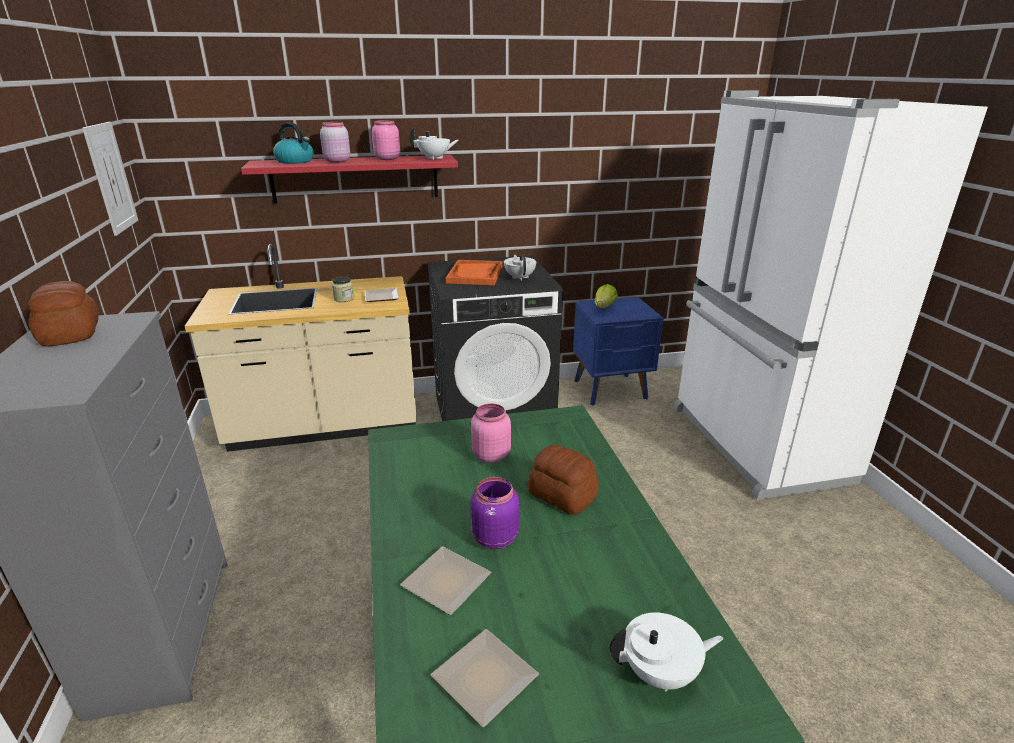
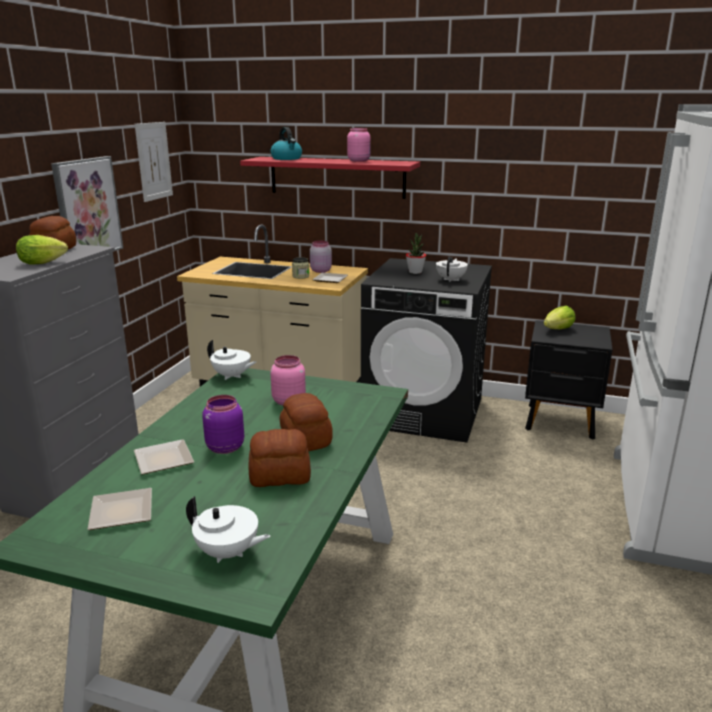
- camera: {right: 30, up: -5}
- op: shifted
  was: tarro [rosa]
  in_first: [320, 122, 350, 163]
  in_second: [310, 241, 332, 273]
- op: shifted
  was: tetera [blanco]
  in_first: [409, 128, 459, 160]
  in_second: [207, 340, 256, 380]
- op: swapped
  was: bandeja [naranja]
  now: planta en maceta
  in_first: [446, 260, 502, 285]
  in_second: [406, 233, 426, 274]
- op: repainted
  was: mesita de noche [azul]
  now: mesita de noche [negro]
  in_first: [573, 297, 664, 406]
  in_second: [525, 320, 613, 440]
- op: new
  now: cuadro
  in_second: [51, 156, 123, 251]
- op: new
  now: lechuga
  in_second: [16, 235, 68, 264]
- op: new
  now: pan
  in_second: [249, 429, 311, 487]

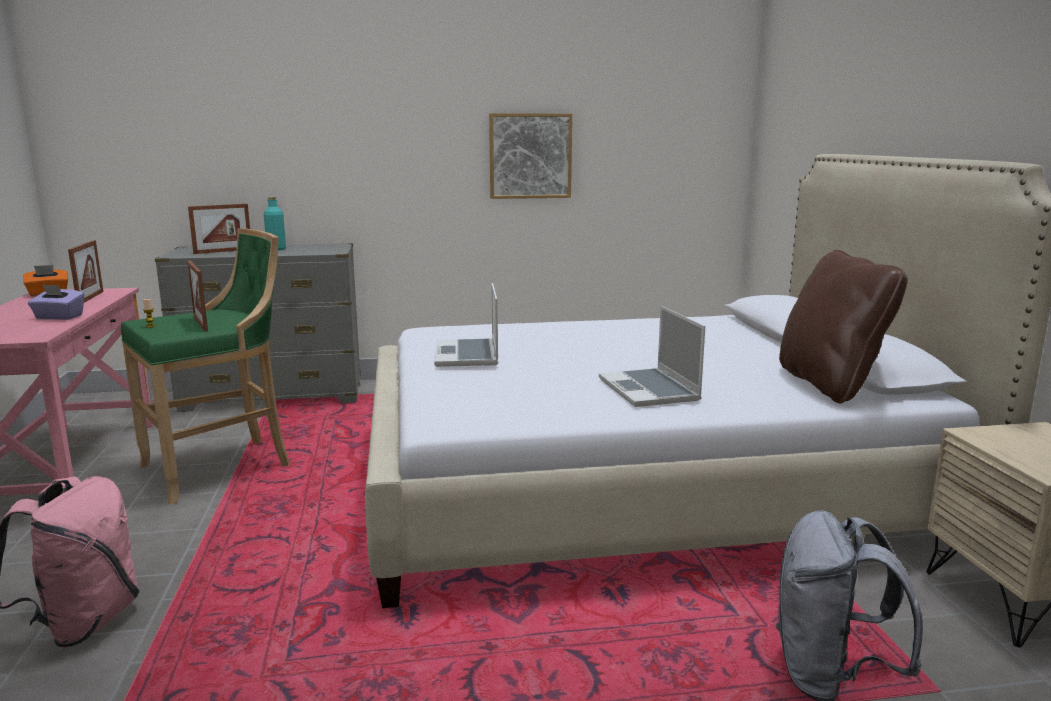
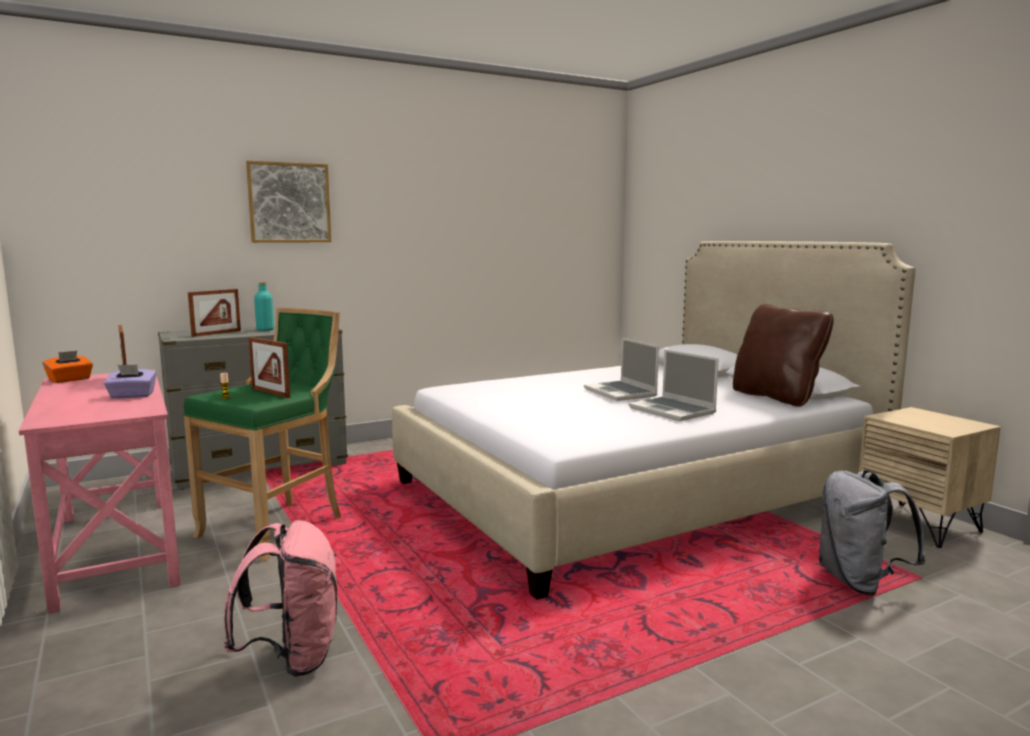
- camera: {right: -20, up: -5}
- op: shifted
  was: cuadro
  in_first: [489, 113, 572, 199]
  in_second: [246, 160, 331, 243]
- op: shifted
  was: portátil
  in_first: [434, 283, 498, 367]
  in_second: [584, 338, 659, 401]

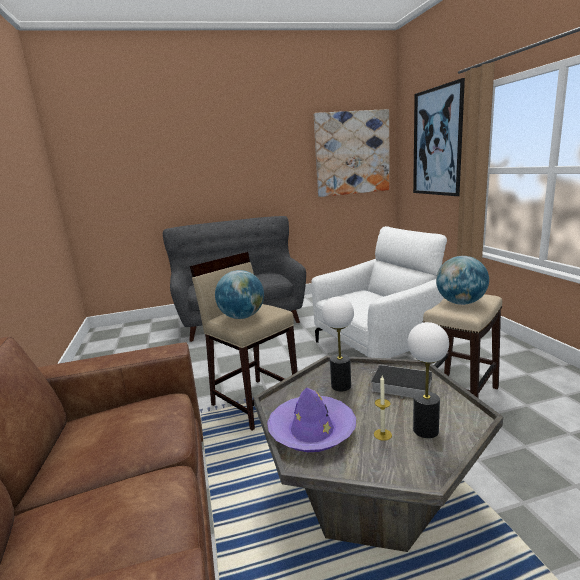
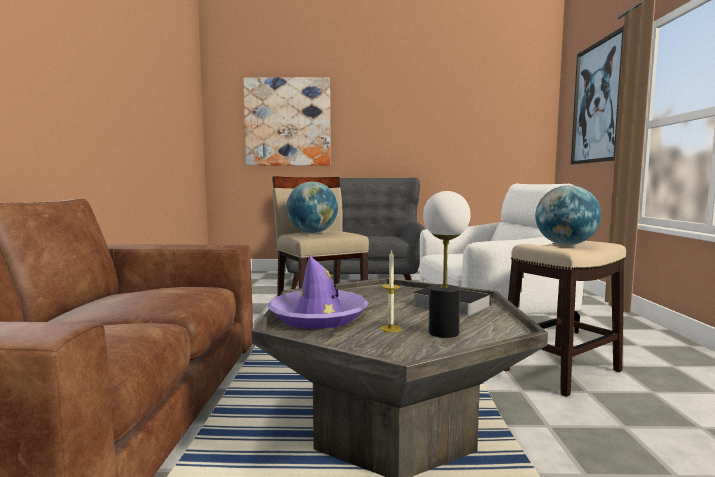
- camera: {right: 15, up: -10}
- op: shifted
  was: cuadro
  in_first: [314, 109, 390, 197]
  in_second: [243, 77, 331, 166]
- op: gone
  was: lámpara de mesa
  in_first: [322, 297, 354, 391]

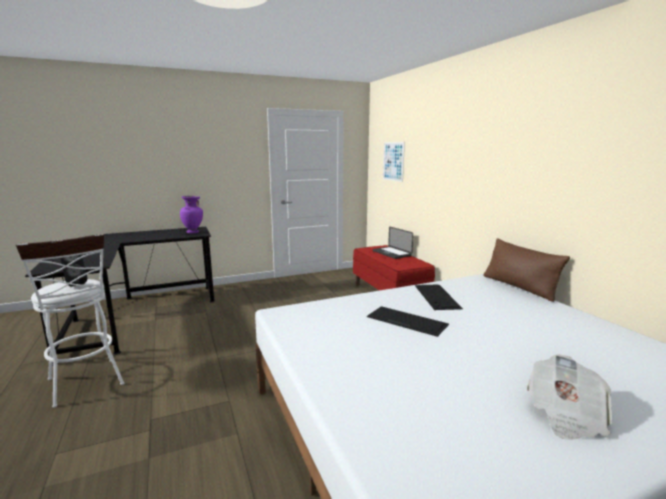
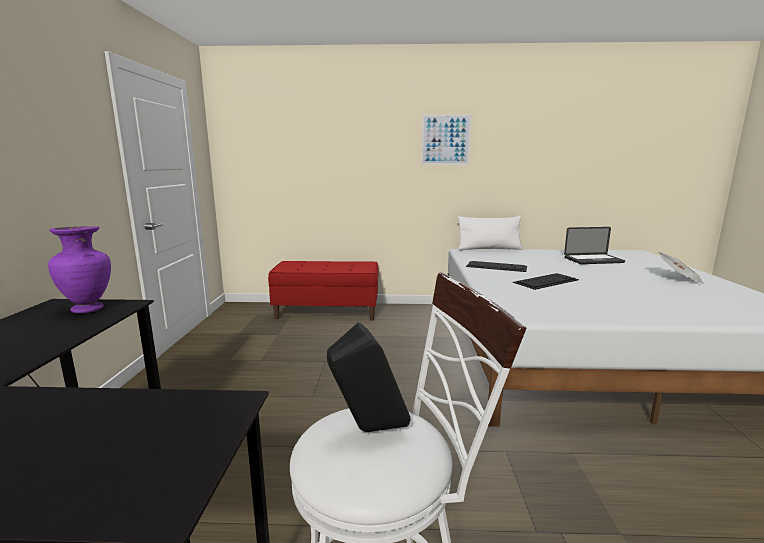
- camera: {right: -65, up: 0}
- op: shifted
  was: cuadro
  in_first: [383, 142, 405, 182]
  in_second: [421, 115, 471, 165]
- op: shifted
  was: portátil
  in_first: [373, 227, 413, 259]
  in_second: [564, 227, 625, 264]
- op: repainted
  was: cojín [marrón]
  now: cojín [blanco]
  in_first: [483, 238, 570, 302]
  in_second: [458, 216, 523, 250]

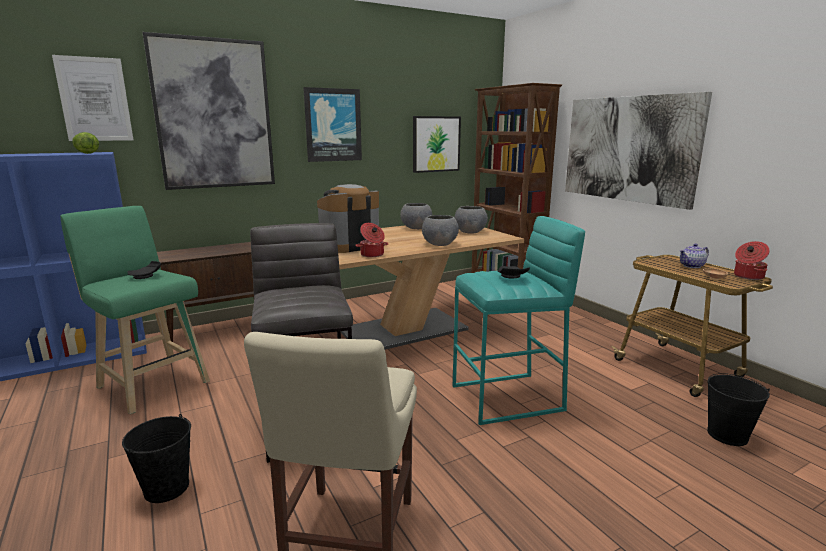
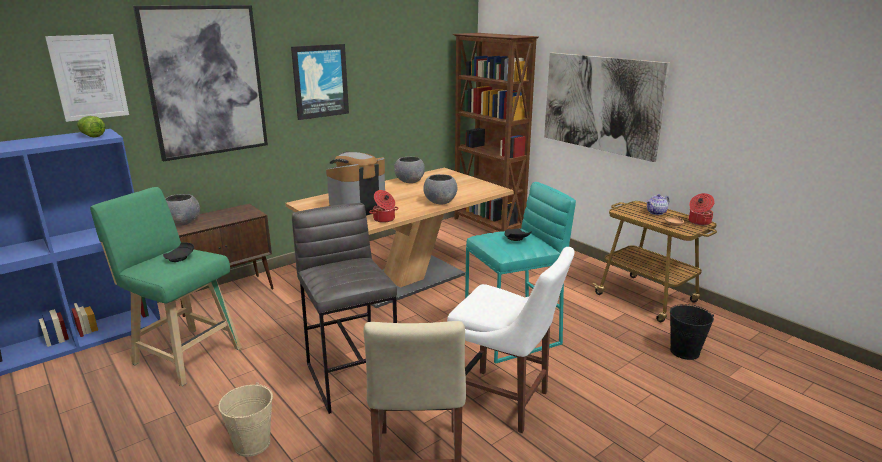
- camera: {right: -10, up: 5}
- op: gone
  was: cuadro
  in_first: [413, 116, 461, 173]
- op: shifted
  was: cuenco [gris]
  in_first: [454, 206, 488, 234]
  in_second: [165, 194, 200, 226]
- op: repainted
  was: cubo [negro]
  now: cubo [beis]
  in_first: [122, 414, 191, 503]
  in_second: [218, 382, 273, 457]
- op: new
  now: silla [blanco]
  in_second: [447, 247, 575, 433]

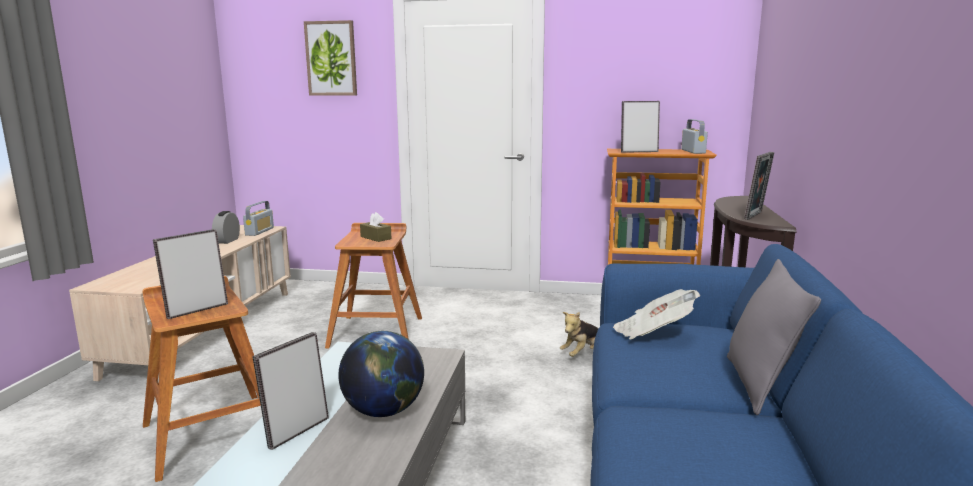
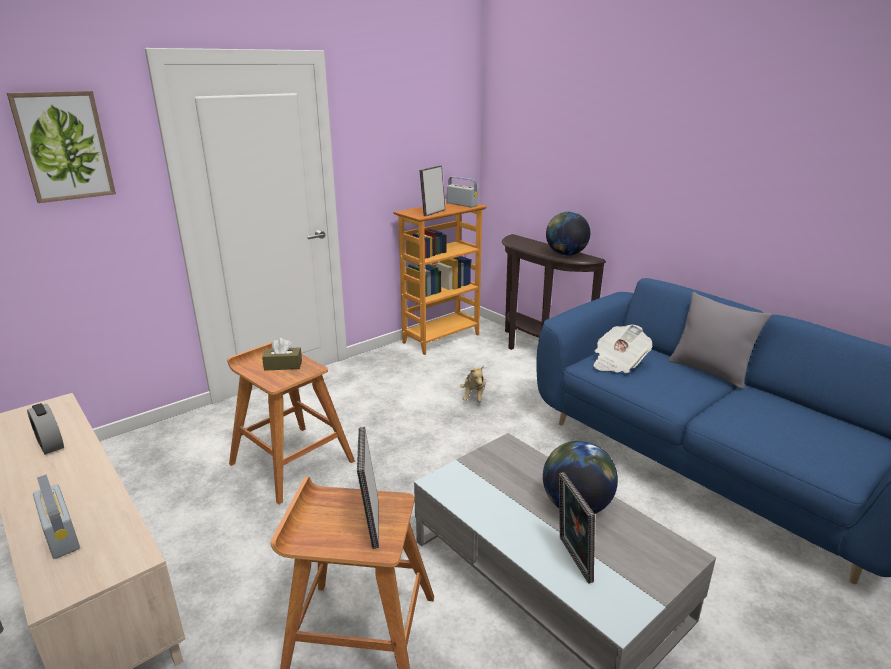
- camera: {right: -50, up: 10}
- op: swapped
  was: portarretratos
  now: globo terráqueo
  in_first: [744, 152, 774, 220]
  in_second: [546, 212, 590, 256]
- op: shifted
  was: radio
  in_first: [243, 201, 274, 236]
  in_second: [33, 474, 80, 559]

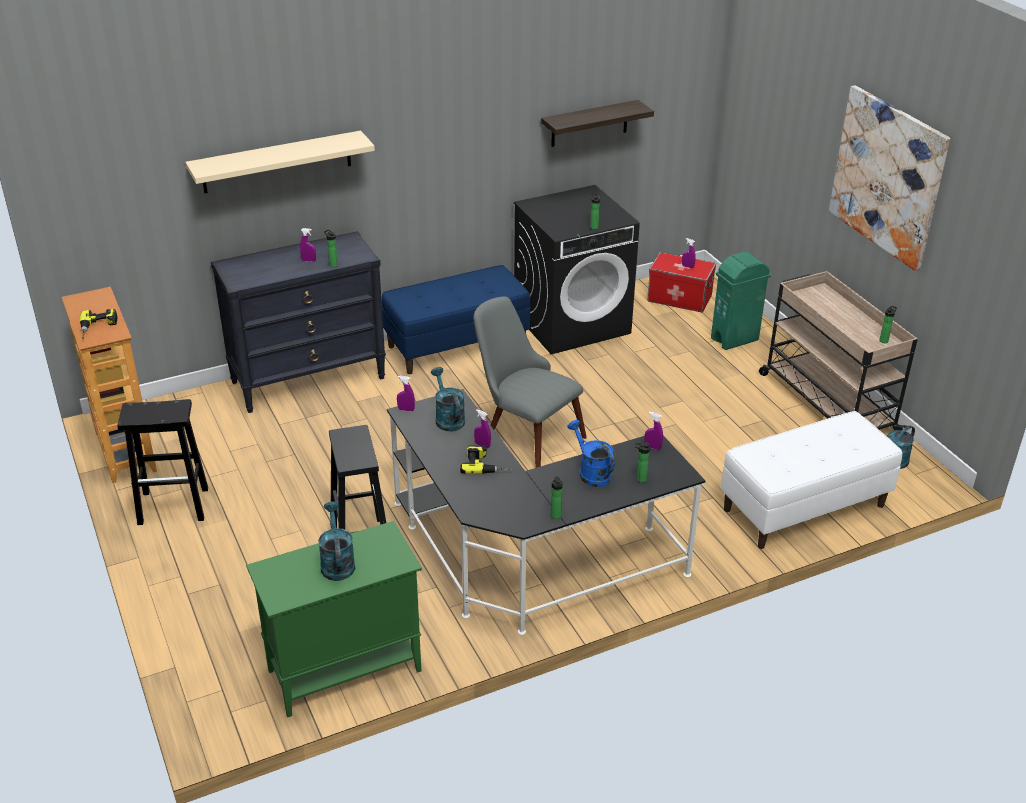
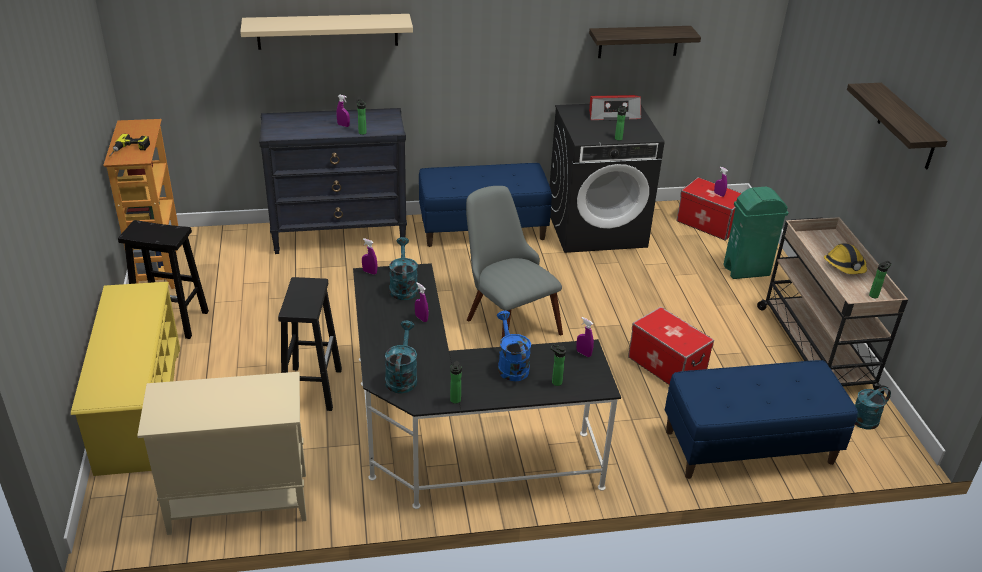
- camera: {right: 15, up: 0}
- op: swapped
  was: cuadro
  now: estante
  in_first: [829, 85, 950, 271]
  in_second: [847, 83, 947, 169]
- op: repainted
  was: banco [blanco]
  now: banco [azul]
  in_first: [721, 411, 902, 549]
  in_second: [665, 360, 858, 479]
- op: gone
  was: taladro
  in_first: [460, 445, 514, 474]
- op: shifted
  was: regadera [turquesa]
  in_first: [318, 502, 355, 581]
  in_second: [385, 321, 417, 393]
- op: repainted
  was: armario [verde]
  now: armario [beis]
  in_first: [246, 521, 422, 717]
  in_second: [137, 372, 307, 535]
- op: new
  now: radio
  in_second: [589, 95, 641, 121]
- op: new
  now: casco
  in_second: [824, 243, 867, 274]
- op: new
  now: zapatero [amarillo]
  in_second: [71, 282, 180, 476]
- op: new
  now: caja de almacenaje
  in_second: [628, 307, 714, 385]

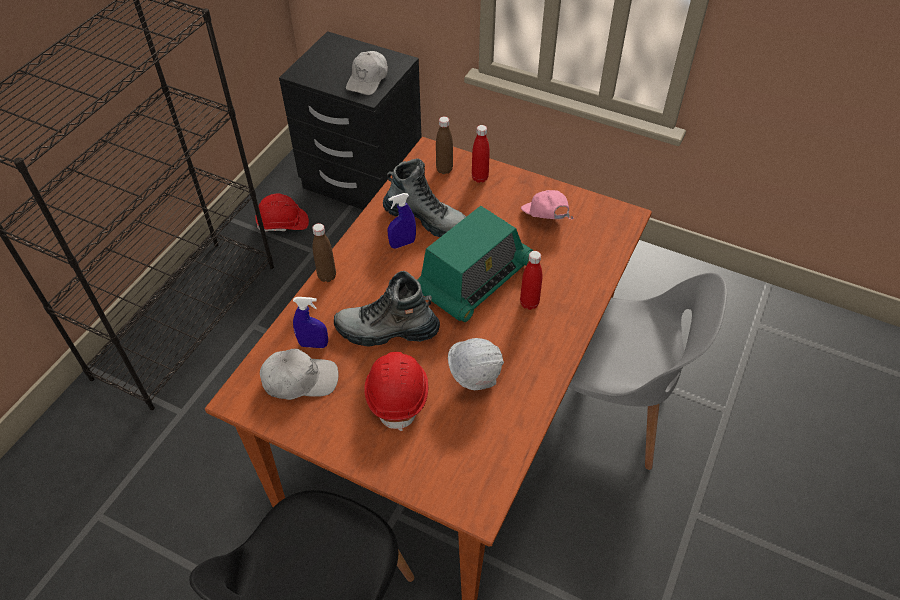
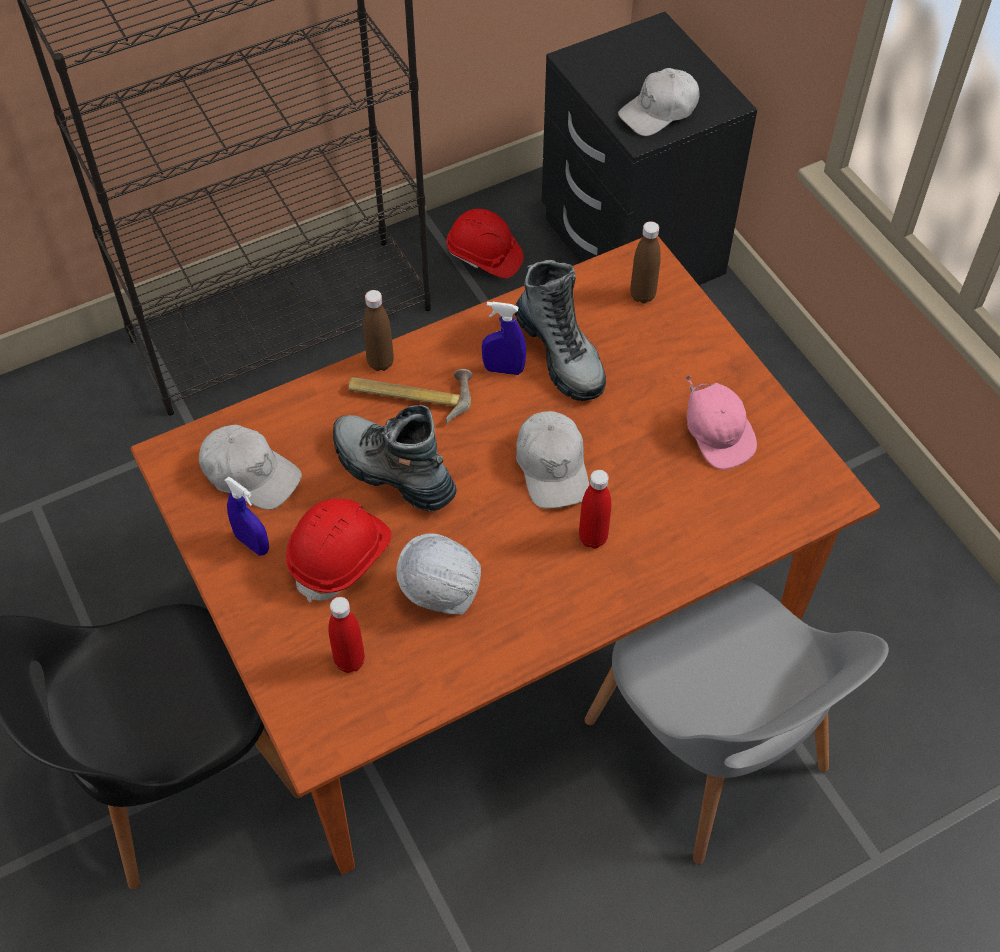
- camera: {right: 35, up: 5}
- op: shifted
  was: botella [rojo]
  in_first: [472, 125, 490, 183]
  in_second: [328, 597, 365, 673]
- op: rotated
  was: gorra [rosa]
  in_first: [521, 190, 574, 220]
  in_second: [685, 375, 757, 470]
  clockwise: 150
- op: swapped
  was: radio
  now: gorra [blanco]
  in_first: [417, 206, 533, 322]
  in_second: [516, 411, 589, 509]
- op: shifted
  was: pulverizador [azul]
  in_first: [293, 297, 328, 348]
  in_second: [225, 477, 269, 556]
- op: new
  now: martillo
  in_second: [349, 369, 472, 424]

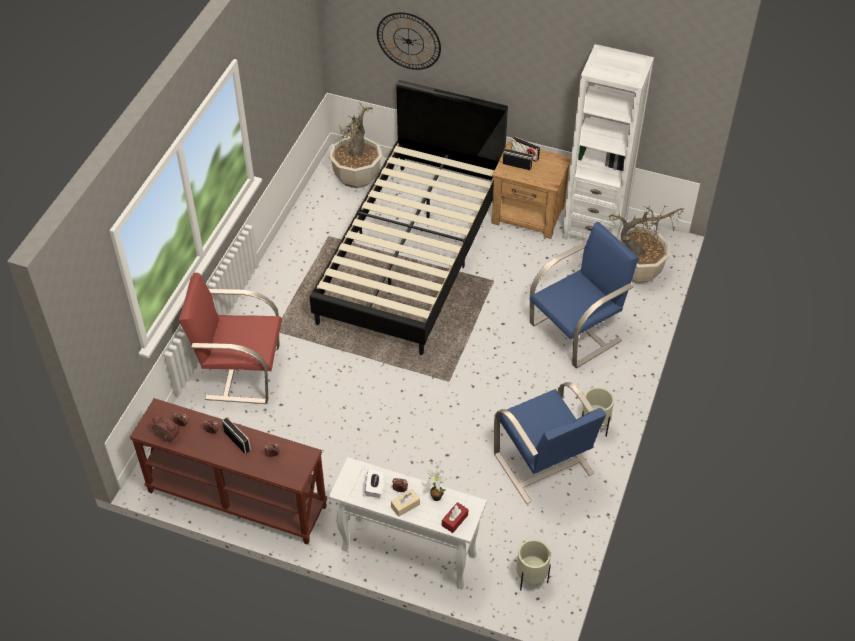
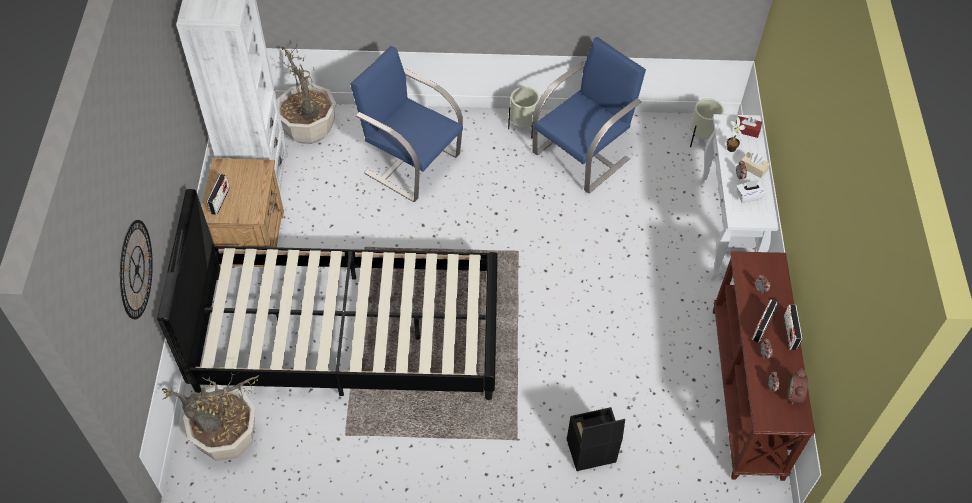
- camera: {right: -110, up: 5}
- op: shifted
  was: radio
  in_first: [503, 148, 533, 170]
  in_second: [783, 304, 803, 350]
- op: swapped
  was: sillón [rojo]
  now: caja de almacenaje [negro]
  in_first: [179, 273, 282, 404]
  in_second: [567, 407, 625, 471]

